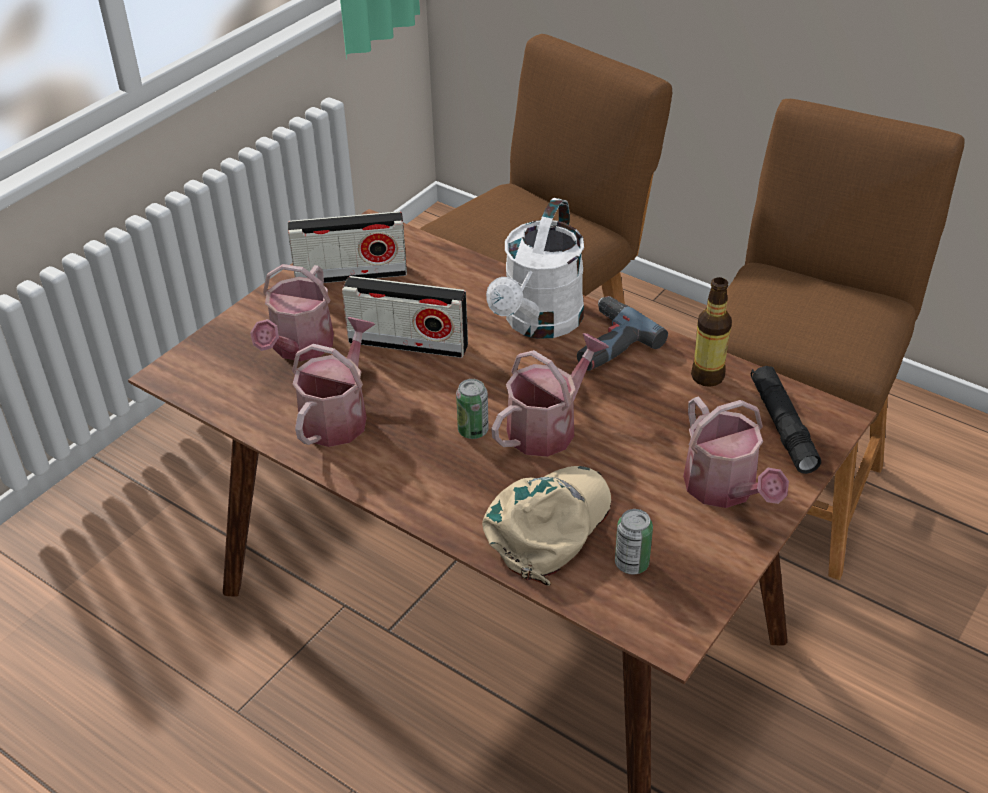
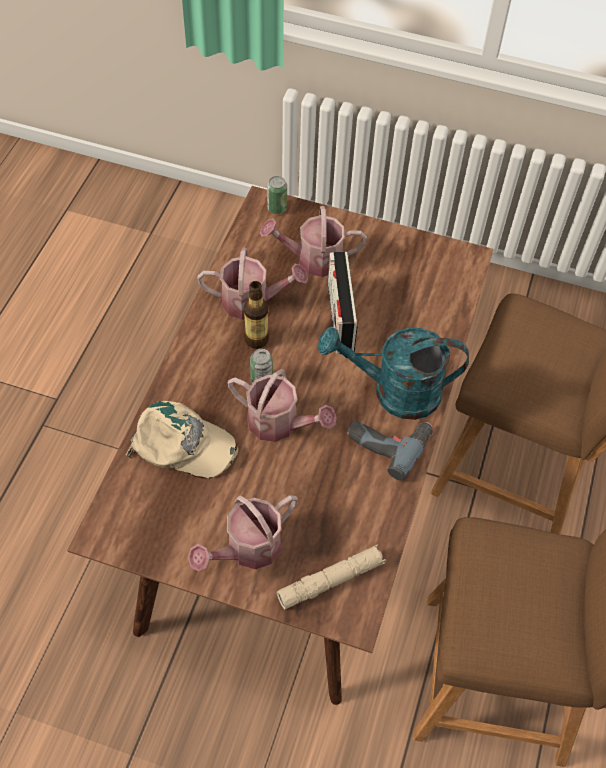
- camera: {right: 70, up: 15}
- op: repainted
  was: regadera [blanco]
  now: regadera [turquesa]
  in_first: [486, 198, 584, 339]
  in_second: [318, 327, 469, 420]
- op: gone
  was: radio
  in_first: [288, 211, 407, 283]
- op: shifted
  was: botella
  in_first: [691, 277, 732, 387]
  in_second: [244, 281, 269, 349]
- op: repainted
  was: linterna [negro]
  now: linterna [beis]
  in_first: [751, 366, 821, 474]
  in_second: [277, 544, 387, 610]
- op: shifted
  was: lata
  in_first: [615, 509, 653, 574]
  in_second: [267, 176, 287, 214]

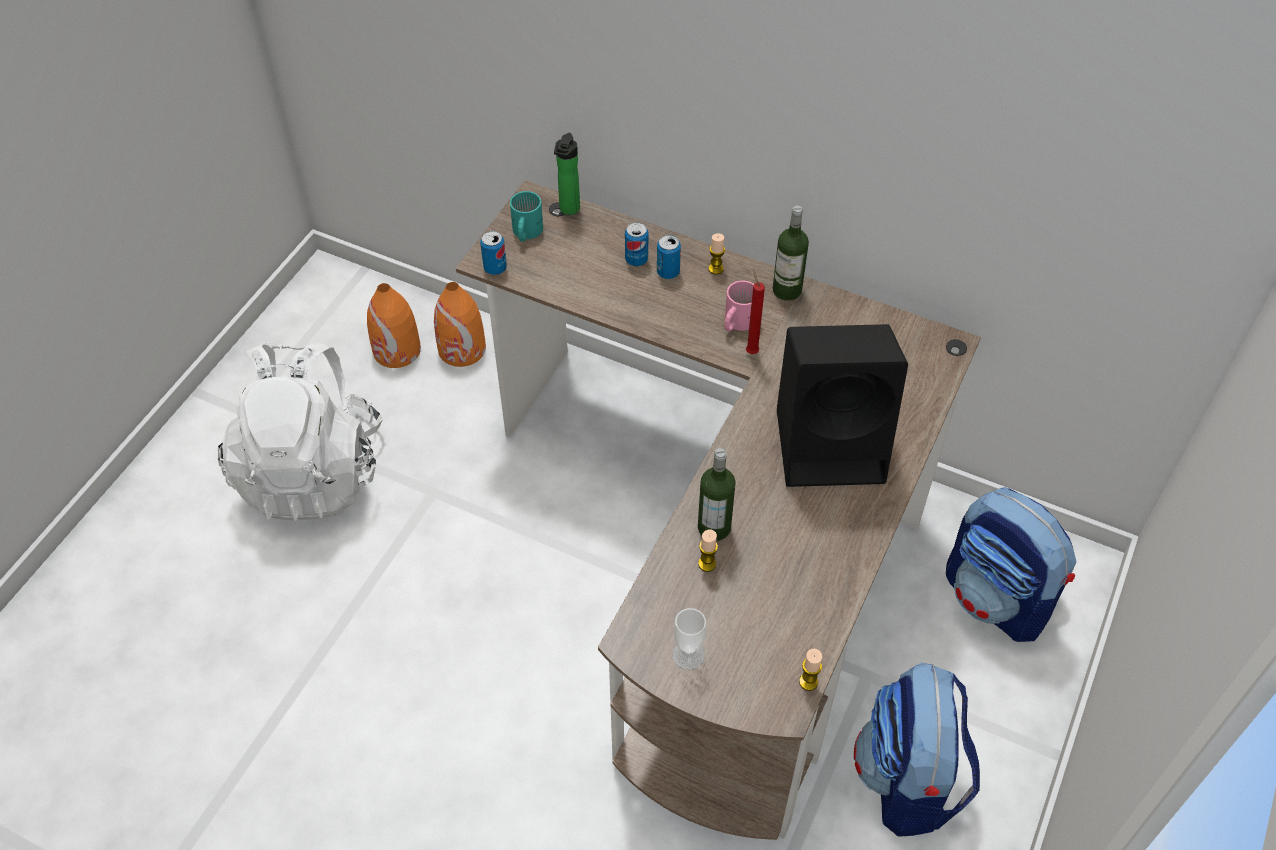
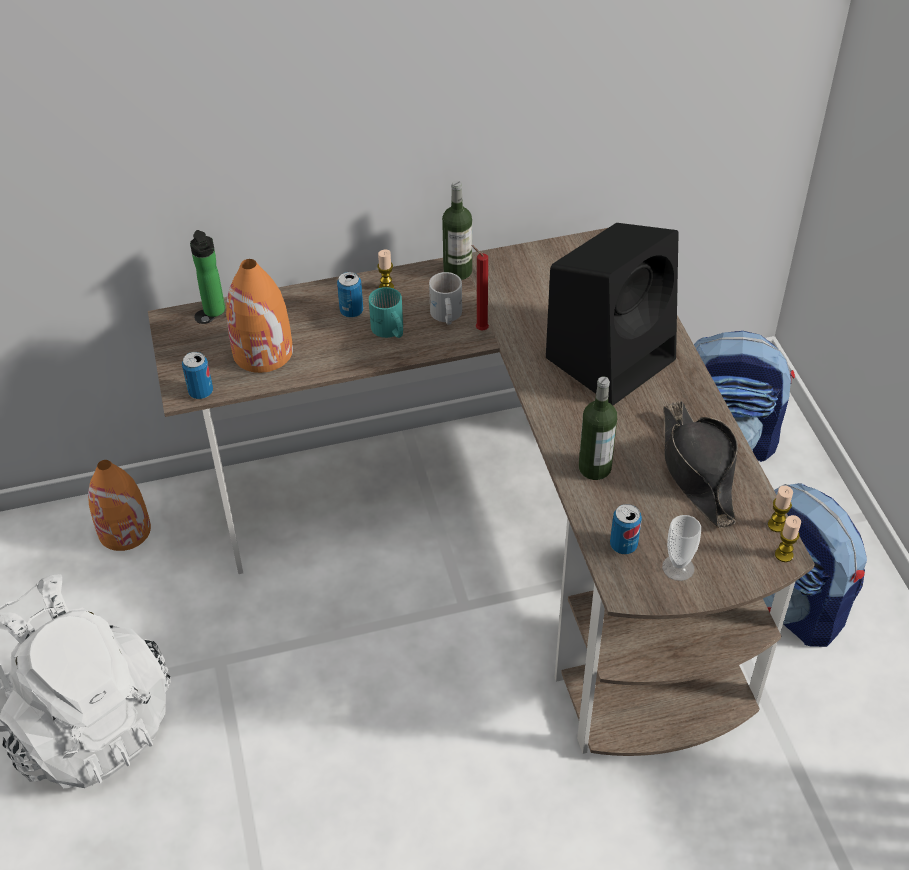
- camera: {right: -40, up: -5}
- op: shifted
  was: taza grande [turquesa]
  in_first: [510, 191, 543, 242]
  in_second: [369, 287, 403, 338]
- op: shifted
  was: lata
  in_first: [625, 222, 648, 266]
  in_second: [610, 504, 642, 554]
- op: repainted
  was: taza grande [rosa]
  now: taza grande [blanco]
  in_first: [724, 281, 754, 332]
  in_second: [429, 272, 462, 325]
- op: shifted
  was: florero [naranja]
  in_first: [367, 283, 421, 368]
  in_second: [226, 259, 293, 373]
- op: shifted
  was: vela
  in_first: [698, 529, 718, 572]
  in_second: [775, 515, 801, 562]
- op: new
  now: sombrero [negro]
  in_second: [664, 401, 738, 528]

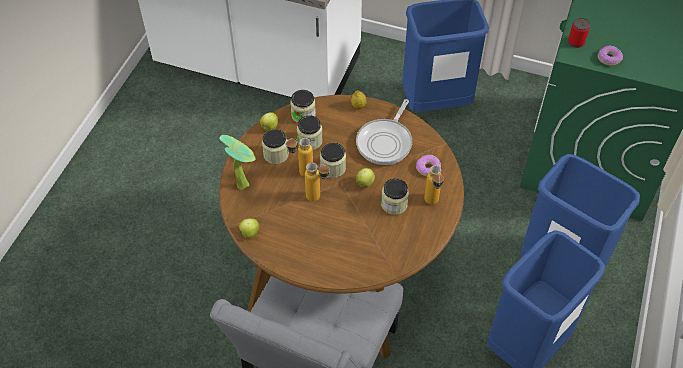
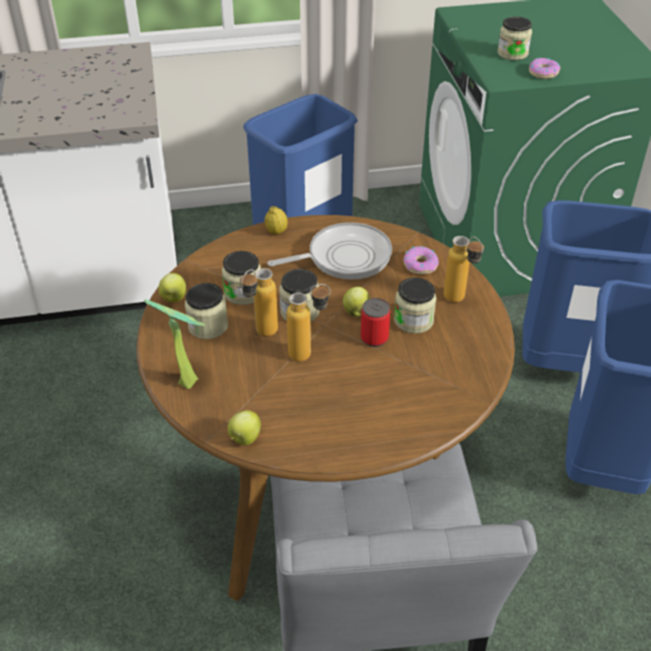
- camera: {right: -30, up: -10}
- op: shifted
  was: lata
  in_first: [568, 18, 590, 48]
  in_second: [361, 298, 390, 347]
- op: shifted
  was: tarro
  in_first: [290, 90, 316, 123]
  in_second: [498, 17, 532, 60]
- op: rotated
  was: sartén
  in_first: [356, 99, 412, 165]
  in_second: [268, 222, 392, 279]
  clockwise: -105

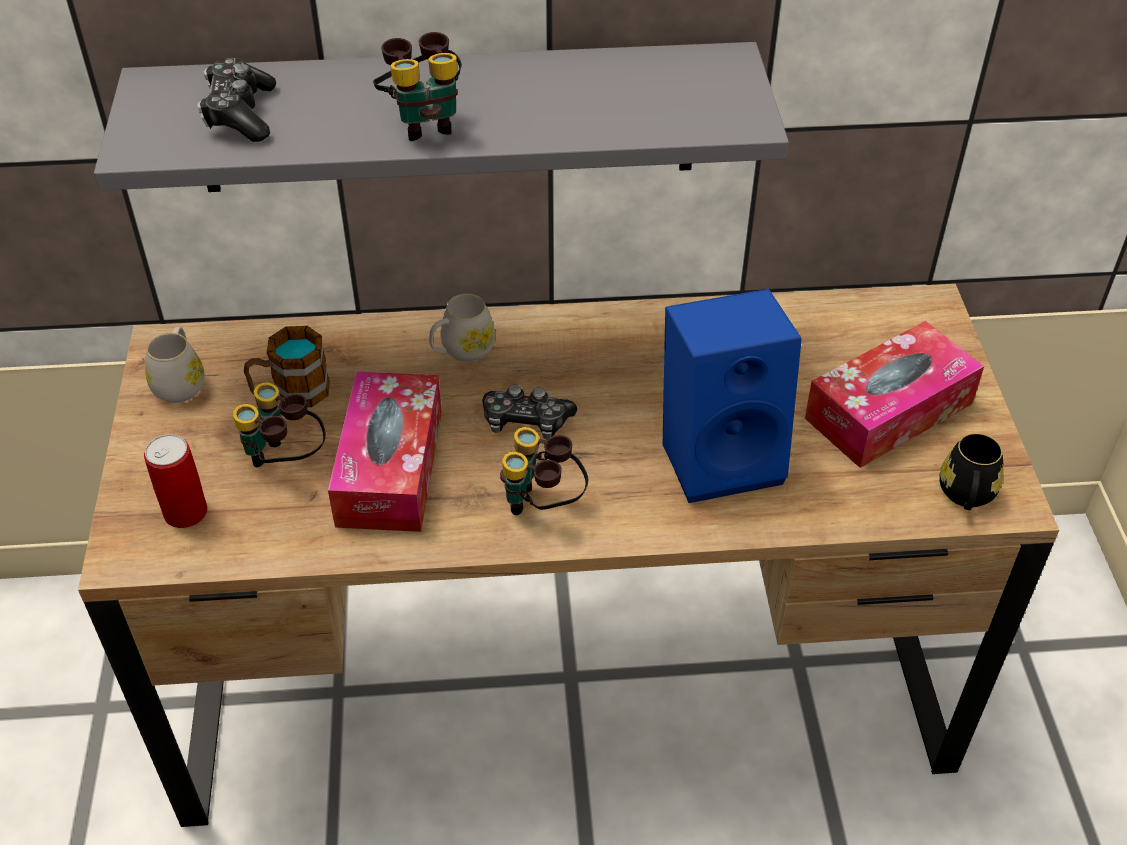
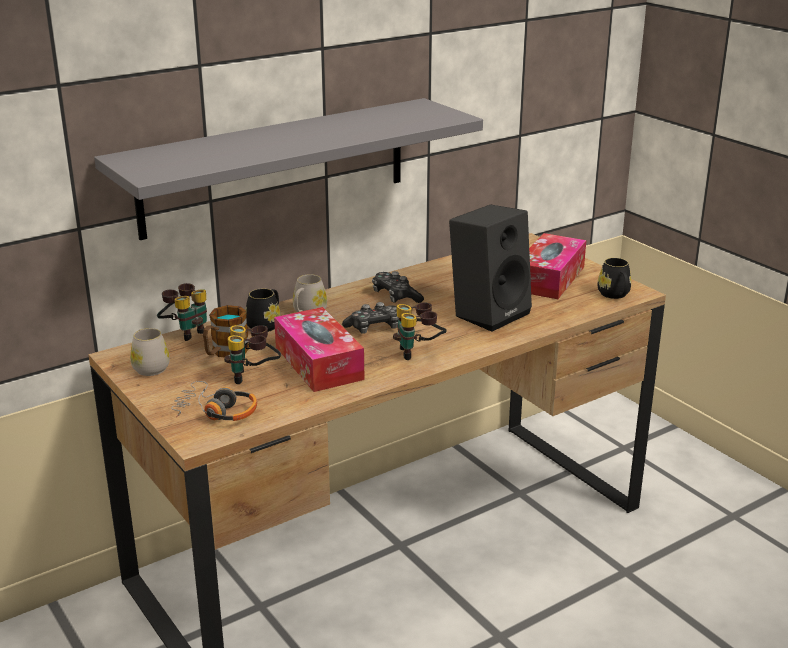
- camera: {right: -30, up: -20}
- op: shifted
  was: prismáticos
  in_first: [373, 32, 462, 141]
  in_second: [157, 283, 207, 341]
- op: shifted
  was: mando de consola
  in_first: [197, 57, 276, 142]
  in_second: [372, 271, 424, 303]
- op: repainted
  was: altavoz [azul]
  now: altavoz [negro]
  in_first: [663, 289, 802, 503]
  in_second: [449, 204, 532, 332]
- op: swapped
  was: lata
  now: auriculares
  in_first: [144, 434, 207, 528]
  in_second: [171, 381, 257, 421]
- op: new
  now: taza grande [negro]
  in_second: [246, 289, 281, 332]

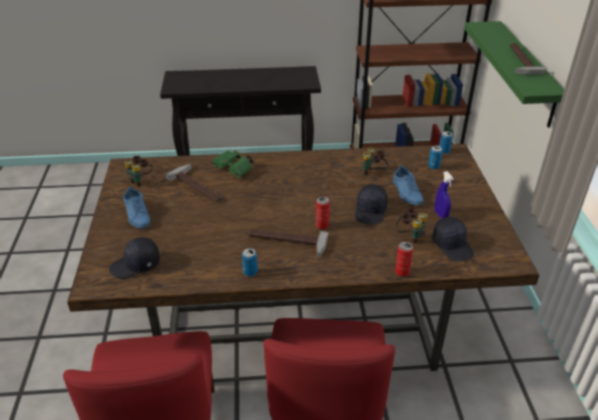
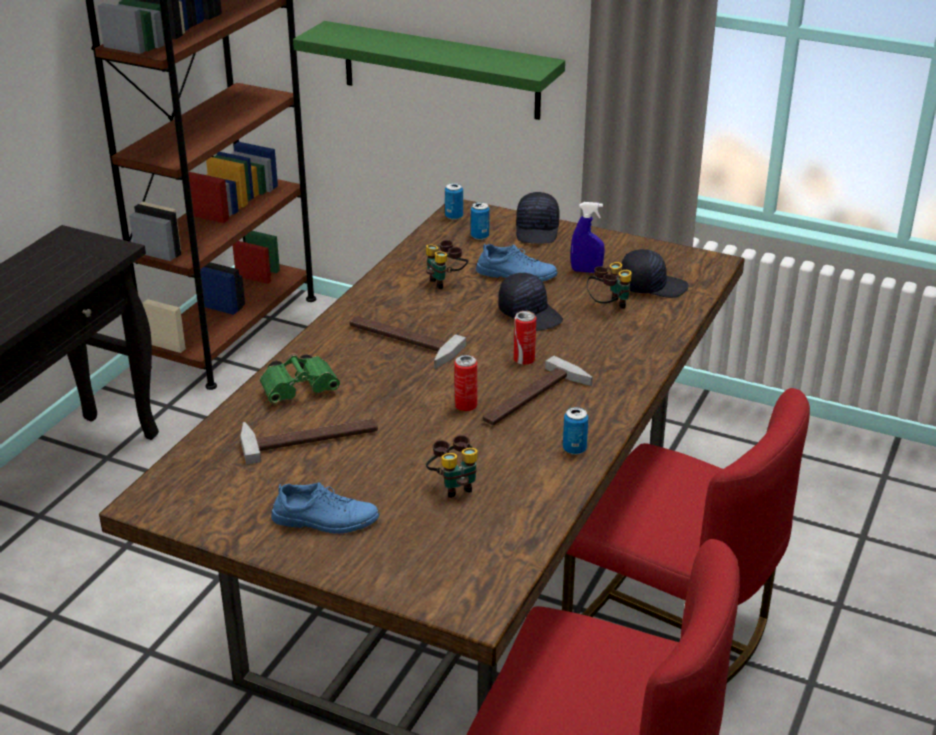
- camera: {right: -60, up: -5}
- op: shifted
  was: martillo
  in_first: [510, 43, 546, 75]
  in_second: [349, 316, 466, 369]
- op: shifted
  was: prismáticos
  in_first: [124, 156, 153, 187]
  in_second: [426, 435, 478, 498]
- op: shifted
  was: gorra [negro]
  in_first: [109, 237, 160, 279]
  in_second: [516, 192, 560, 244]
- op: shifted
  was: lata
  in_first: [395, 242, 413, 277]
  in_second: [454, 355, 477, 411]

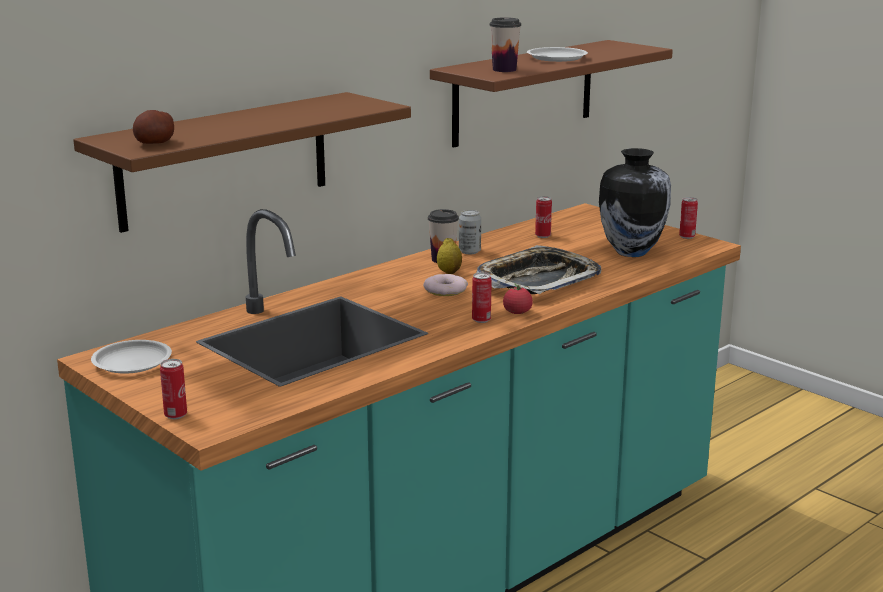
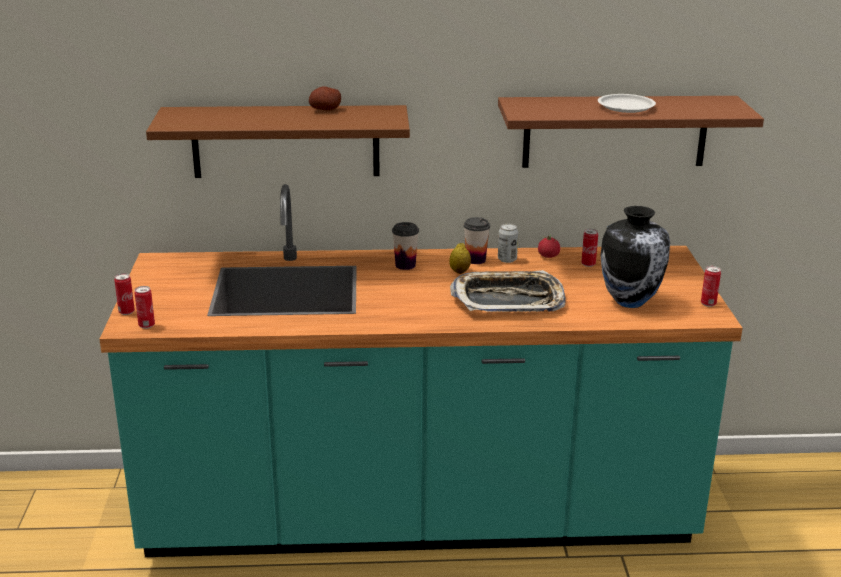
- camera: {right: 40, up: 5}
- op: shifted
  was: taza
  in_first: [489, 17, 521, 72]
  in_second: [392, 222, 419, 270]
- op: shifted
  was: patata
  in_first: [133, 110, 174, 144]
  in_second: [309, 86, 341, 110]
- op: shifted
  was: lata
  in_first: [472, 272, 492, 323]
  in_second: [134, 286, 155, 329]
- op: gone
  was: rosquilla
  in_first: [423, 274, 468, 296]
- op: shifted
  was: tomate
  in_first: [503, 283, 533, 314]
  in_second: [538, 234, 560, 258]
- op: gone
  was: plato [blanco]
  in_first: [91, 340, 172, 374]

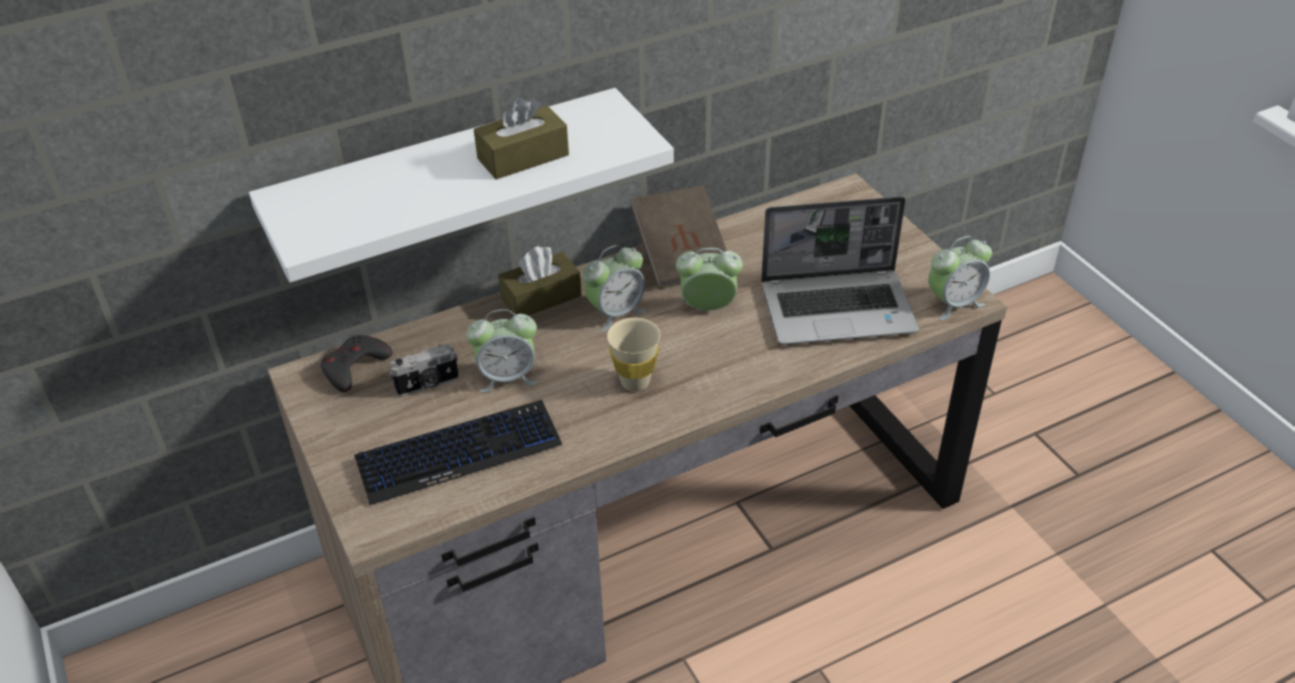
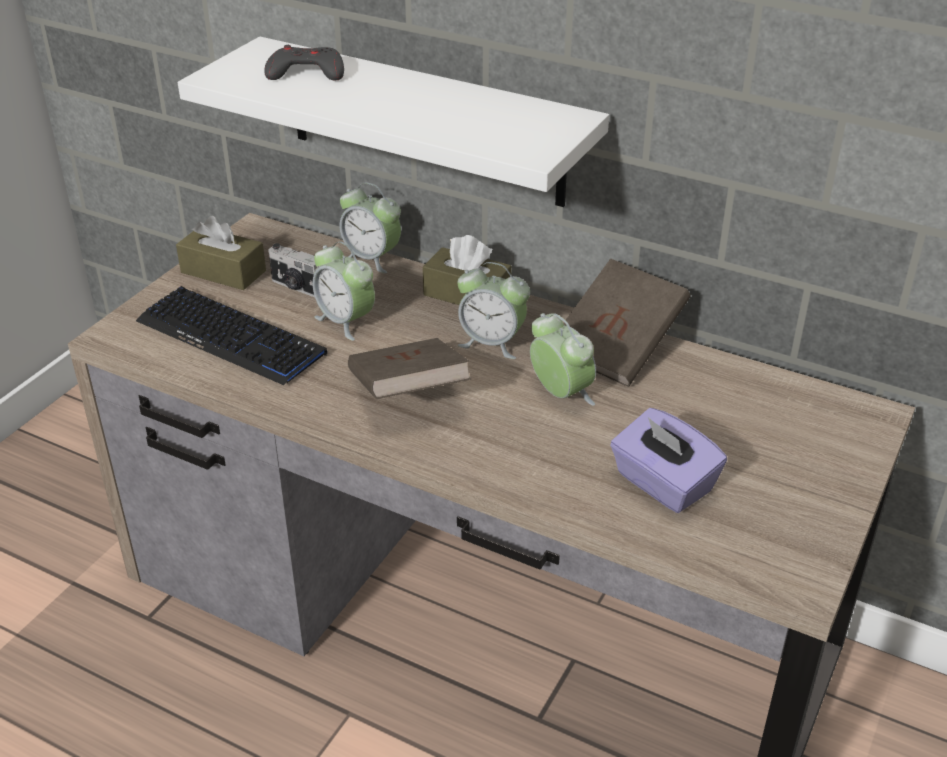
- camera: {right: 55, up: -5}
- op: shifted
  was: caja de pañuelos [marrón]
  in_first: [474, 97, 569, 179]
  in_second: [176, 216, 266, 290]
- op: swapped
  was: portátil
  now: caja de pañuelos [morado]
  in_first: [761, 196, 919, 345]
  in_second: [610, 408, 727, 513]
- op: shifted
  was: despertador
  in_first: [928, 236, 992, 320]
  in_second: [340, 182, 401, 273]
- op: swapped
  was: taza [beis]
  now: libro [marrón]
  in_first: [607, 318, 660, 391]
  in_second: [348, 338, 471, 399]
- op: shifted
  was: mando de consola [gris]
  in_first: [321, 335, 393, 392]
  in_second: [264, 45, 344, 81]

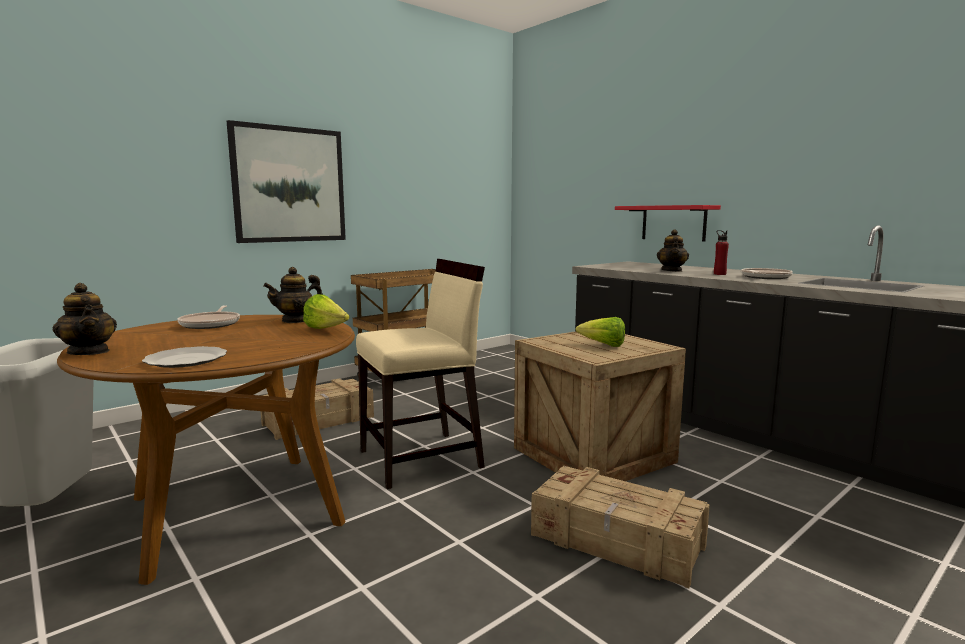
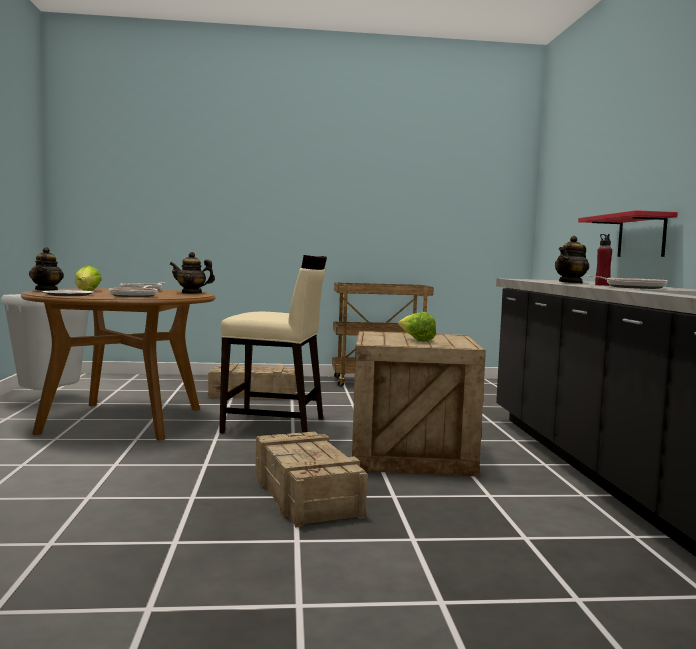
- camera: {right: 35, up: -5}
- op: gone
  was: cuadro
  in_first: [227, 120, 346, 243]
- op: shifted
  was: lechuga
  in_first: [303, 294, 350, 329]
  in_second: [75, 265, 102, 291]
- op: new
  now: sartén
  in_second: [109, 285, 158, 297]

